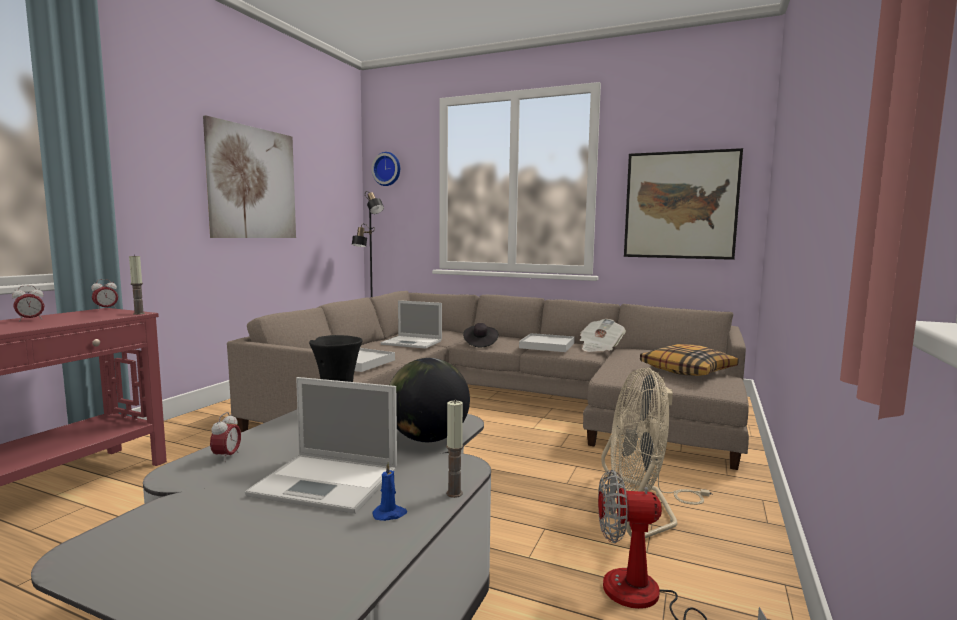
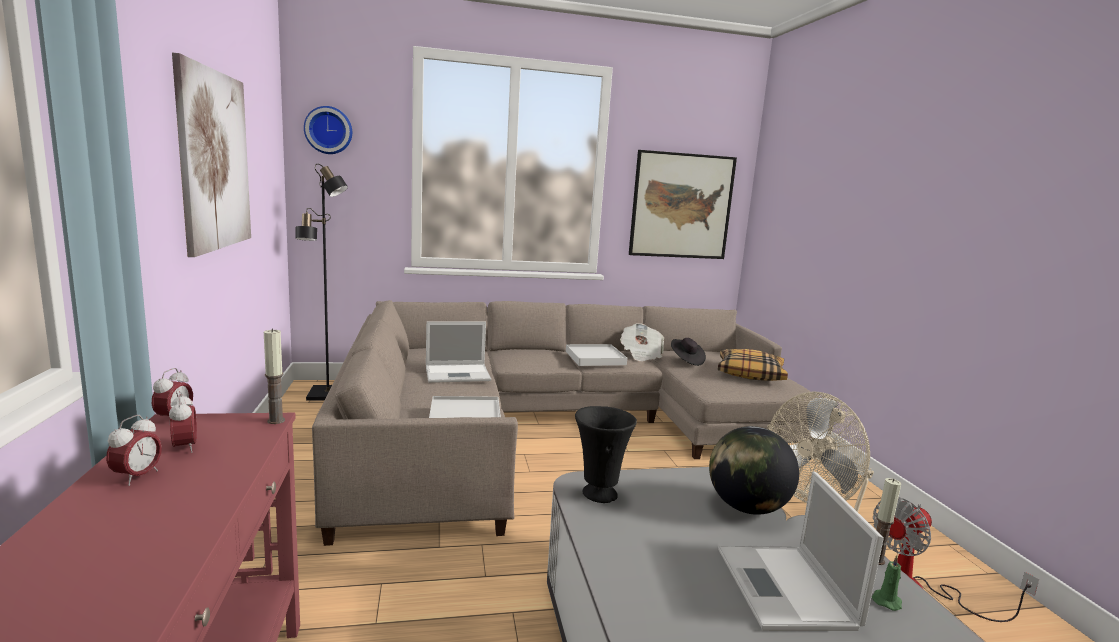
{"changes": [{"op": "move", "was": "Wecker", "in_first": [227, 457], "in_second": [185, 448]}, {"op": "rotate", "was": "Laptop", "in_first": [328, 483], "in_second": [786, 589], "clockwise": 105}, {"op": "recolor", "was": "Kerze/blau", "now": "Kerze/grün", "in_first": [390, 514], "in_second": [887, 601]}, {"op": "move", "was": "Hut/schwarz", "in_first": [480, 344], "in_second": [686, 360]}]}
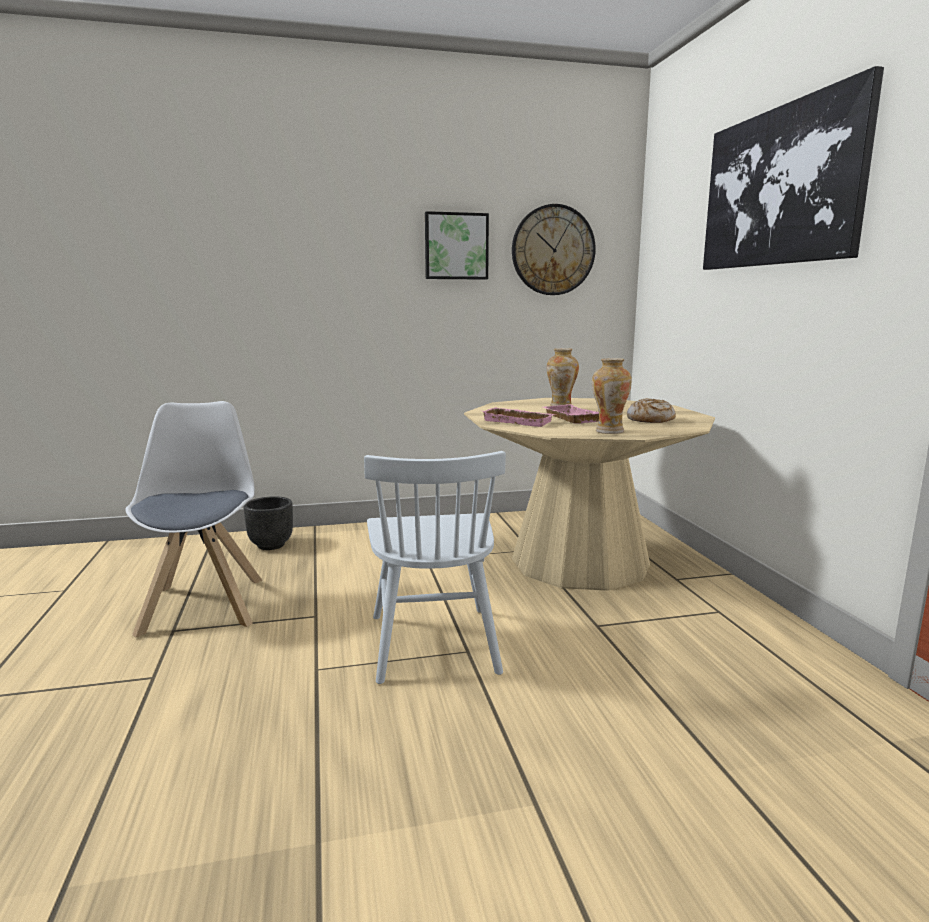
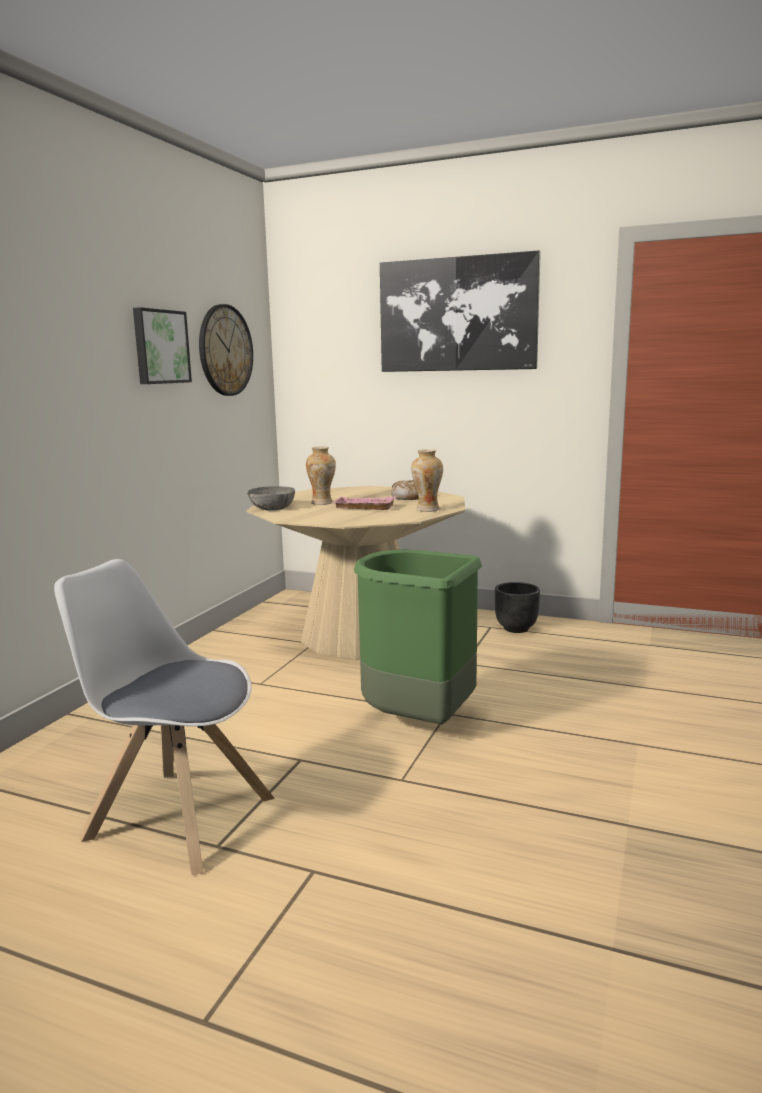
{"changes": [{"op": "move", "was": "Pflanzkübel/schwarz", "in_first": [270, 545], "in_second": [516, 629]}, {"op": "replace", "was": "Stuhl/weiß", "now": "Mülleimer/grün", "in_first": [433, 643], "in_second": [418, 722]}, {"op": "delete", "was": "Tablett/rosa", "in_first": [519, 421]}, {"op": "insert", "now": "Schüssel/grau", "in_second": [272, 508]}]}
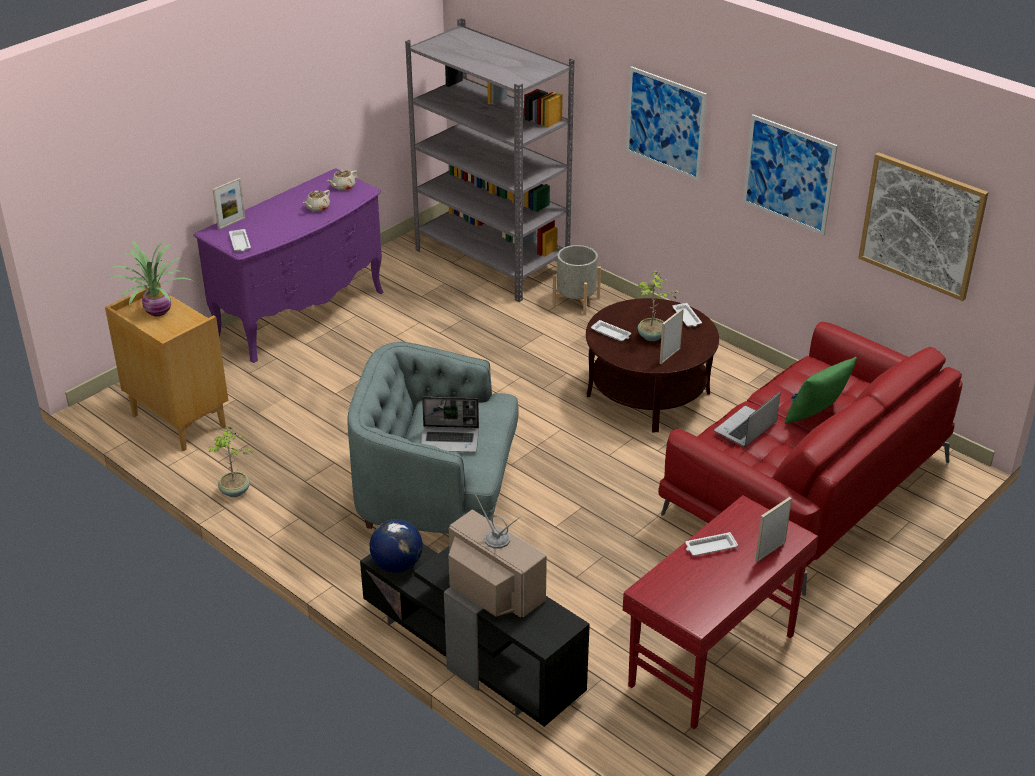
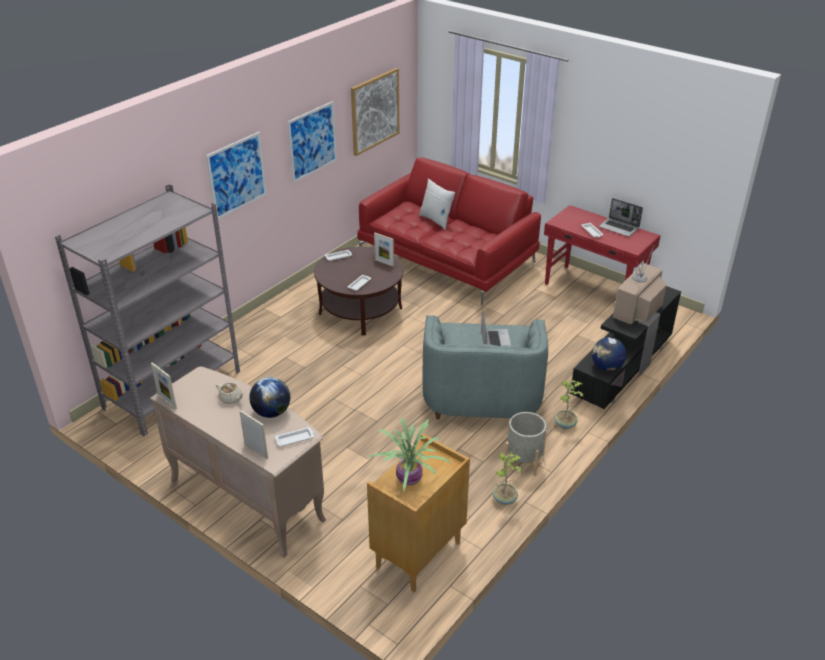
{"changes": [{"op": "recolor", "was": "Kommode/lila", "now": "Kommode/beige", "in_first": [303, 316], "in_second": [249, 497]}, {"op": "delete", "was": "Teekanne/beige", "in_first": [343, 187]}, {"op": "move", "was": "Pflanzkübel/grau", "in_first": [576, 302], "in_second": [523, 460]}, {"op": "move", "was": "Topfpflanze", "in_first": [652, 337], "in_second": [565, 424]}, {"op": "move", "was": "Laptop", "in_first": [745, 428], "in_second": [619, 228]}, {"op": "move", "was": "Bilderrahmen", "in_first": [770, 551], "in_second": [167, 402]}, {"op": "recolor", "was": "Kissen/grün", "now": "Kissen/grau", "in_first": [816, 416], "in_second": [436, 220]}, {"op": "insert", "now": "Globus", "in_second": [271, 412]}]}
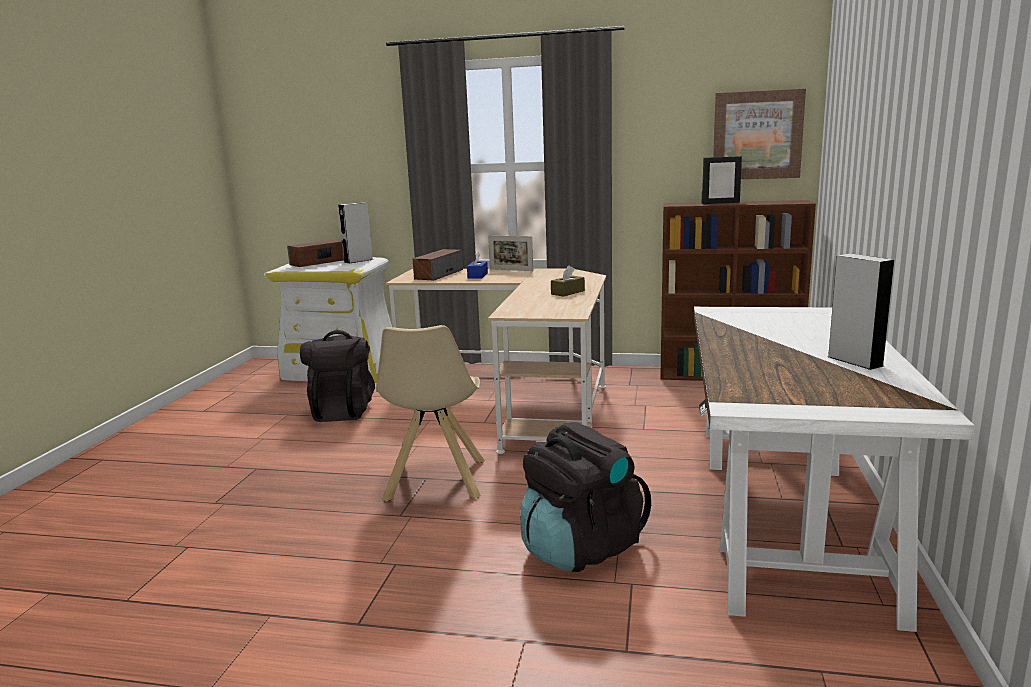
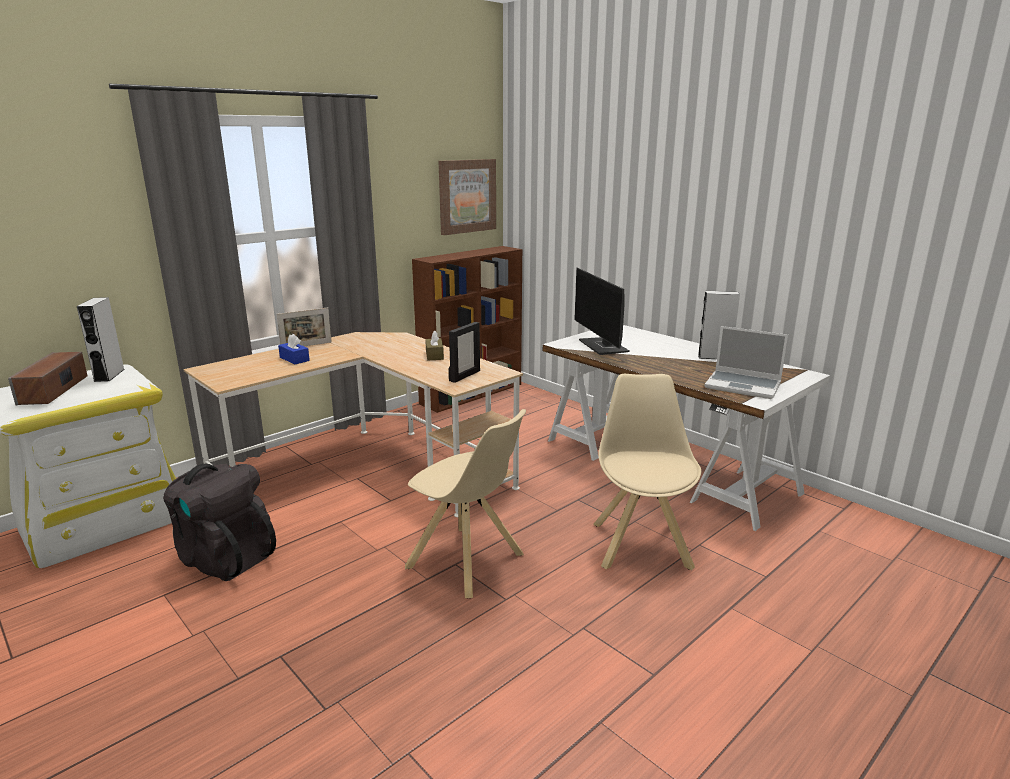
{"changes": [{"op": "delete", "was": "Lautsprecher", "in_first": [438, 274]}, {"op": "replace", "was": "Rucksack/schwarz", "now": "Stuhl/beige", "in_first": [581, 547], "in_second": [641, 543]}, {"op": "move", "was": "Bilderrahmen", "in_first": [720, 203], "in_second": [464, 376]}, {"op": "insert", "now": "Monitor", "in_second": [604, 347]}, {"op": "insert", "now": "Laptop", "in_second": [744, 386]}]}
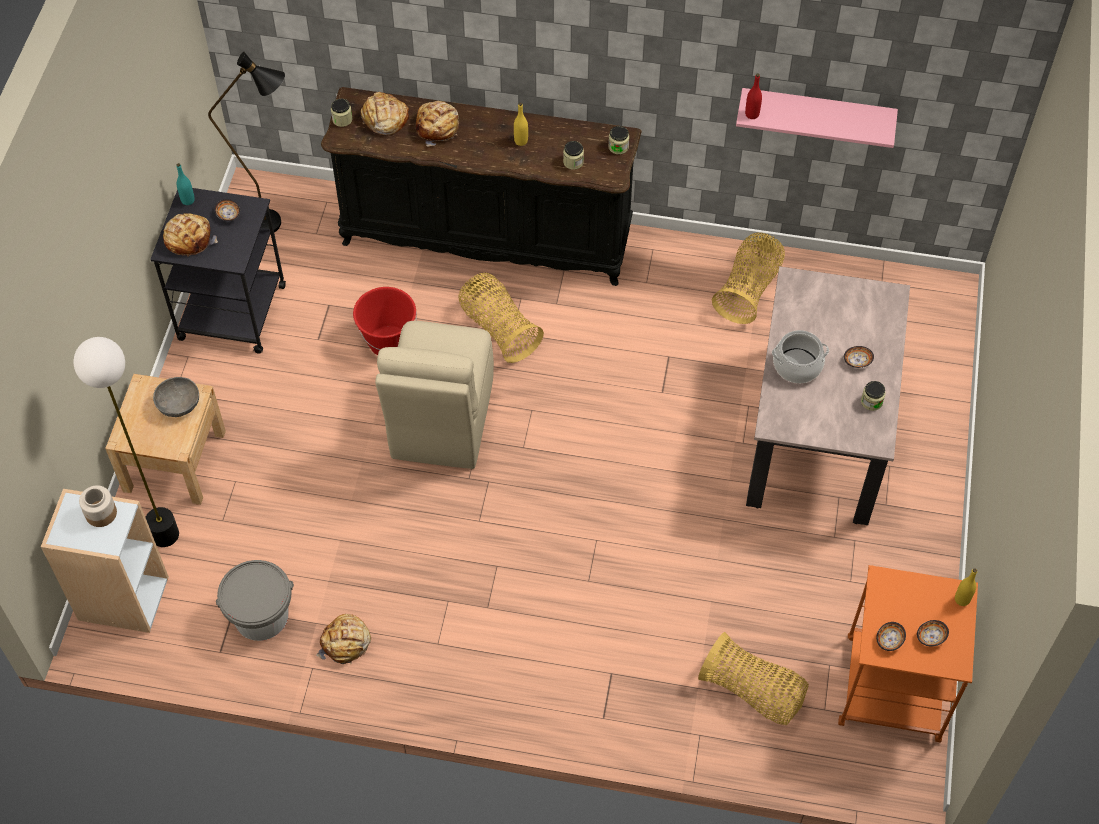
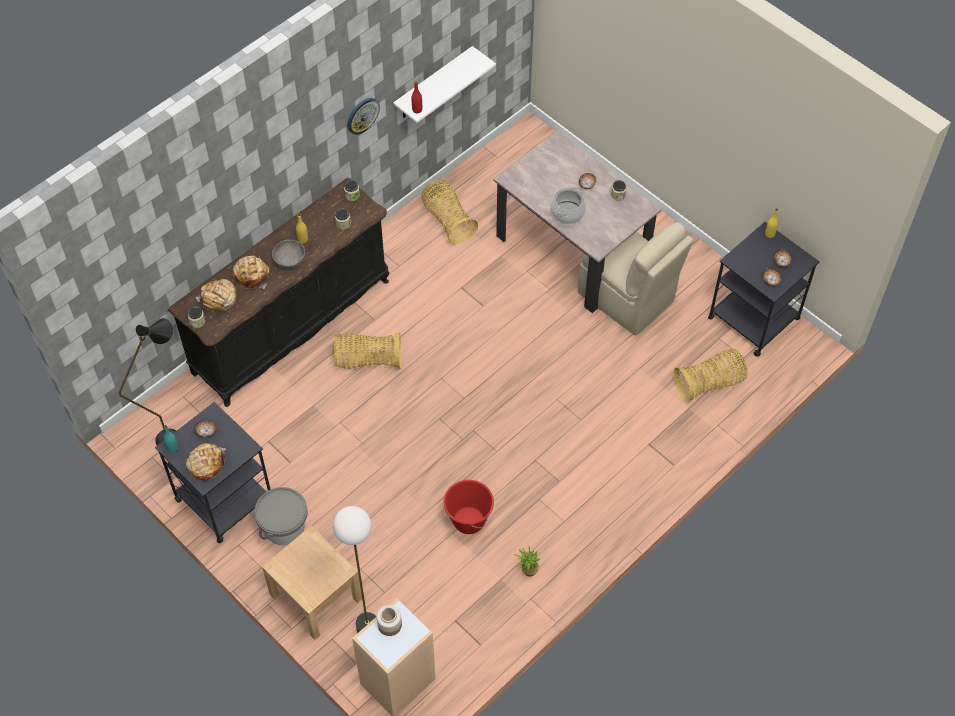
{"changes": [{"op": "move", "was": "Schüssel/grau", "in_first": [179, 405], "in_second": [290, 260]}, {"op": "move", "was": "Eimer/grau", "in_first": [261, 616], "in_second": [284, 528]}, {"op": "replace", "was": "Brot", "now": "Topfpflanze", "in_first": [346, 643], "in_second": [527, 570]}, {"op": "move", "was": "Eimer/rot", "in_first": [388, 342], "in_second": [468, 520]}, {"op": "move", "was": "Stuhl/beige", "in_first": [441, 421], "in_second": [627, 298]}, {"op": "recolor", "was": "Wandregal/rosa", "now": "Wandregal/weiß", "in_first": [816, 113], "in_second": [433, 84]}, {"op": "recolor", "was": "Rollwagen/orange", "now": "Rollwagen/schwarz", "in_first": [892, 690], "in_second": [754, 319]}, {"op": "insert", "now": "Wanduhr", "in_second": [362, 115]}]}
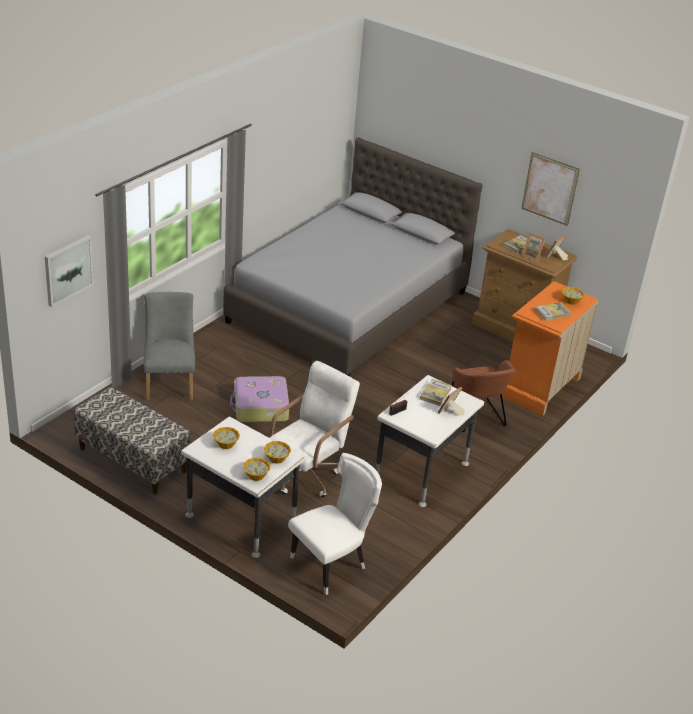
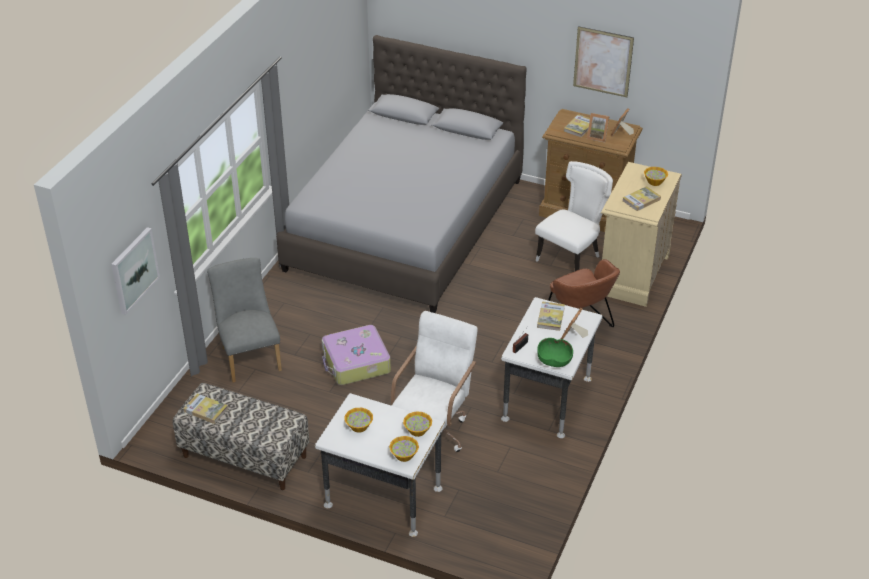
{"changes": [{"op": "move", "was": "Stuhl/weiß", "in_first": [332, 564], "in_second": [571, 259]}, {"op": "recolor", "was": "Kommode/orange", "now": "Kommode/beige", "in_first": [539, 386], "in_second": [632, 274]}, {"op": "insert", "now": "Buch", "in_second": [206, 410]}, {"op": "insert", "now": "Schüssel/grün", "in_second": [554, 361]}]}
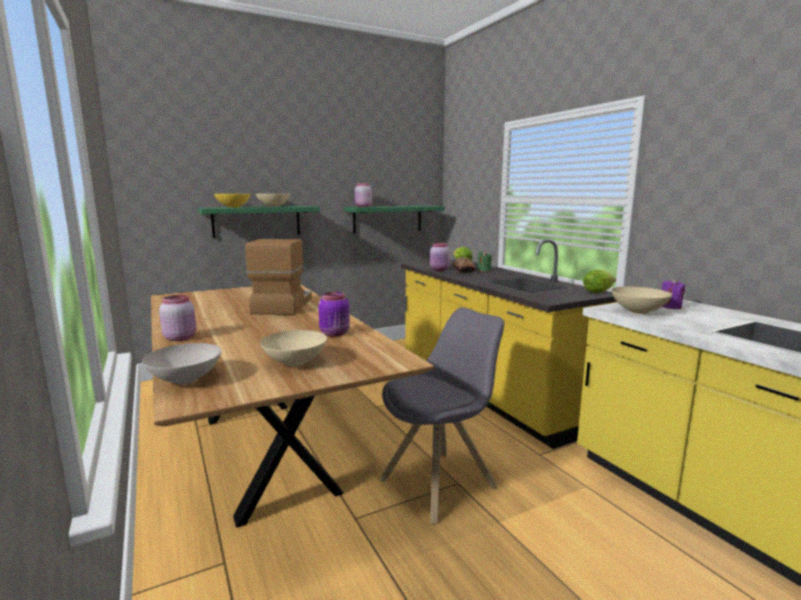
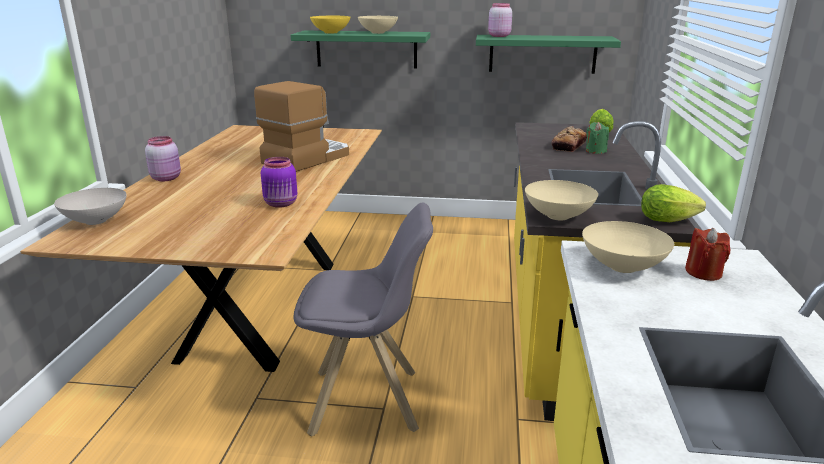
{"changes": [{"op": "move", "was": "Schüssel/beige", "in_first": [295, 363], "in_second": [558, 216]}, {"op": "delete", "was": "Vorratsglas/rosa", "in_first": [439, 269]}, {"op": "recolor", "was": "Kerze/lila", "now": "Kerze/rot", "in_first": [670, 307], "in_second": [703, 273]}]}
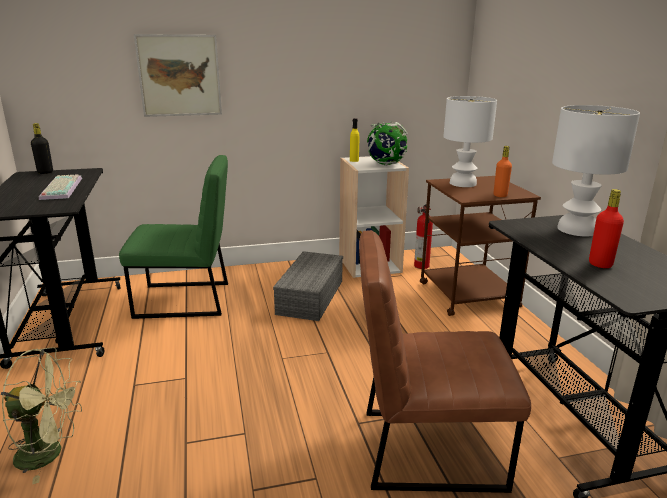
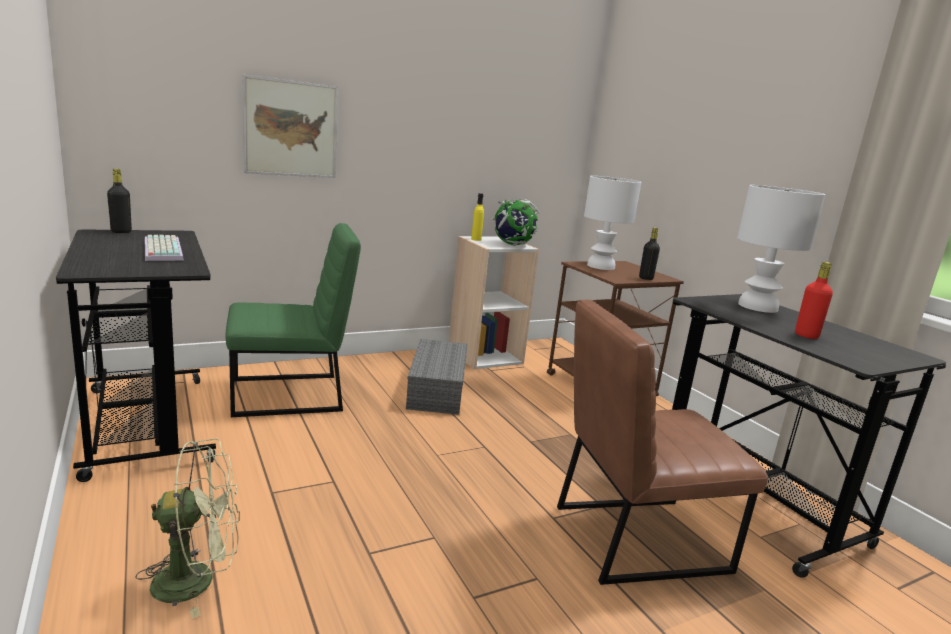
{"changes": [{"op": "delete", "was": "Feuerlöscher", "in_first": [421, 266]}, {"op": "recolor", "was": "Flasche/orange", "now": "Flasche/schwarz", "in_first": [500, 195], "in_second": [646, 278]}]}
